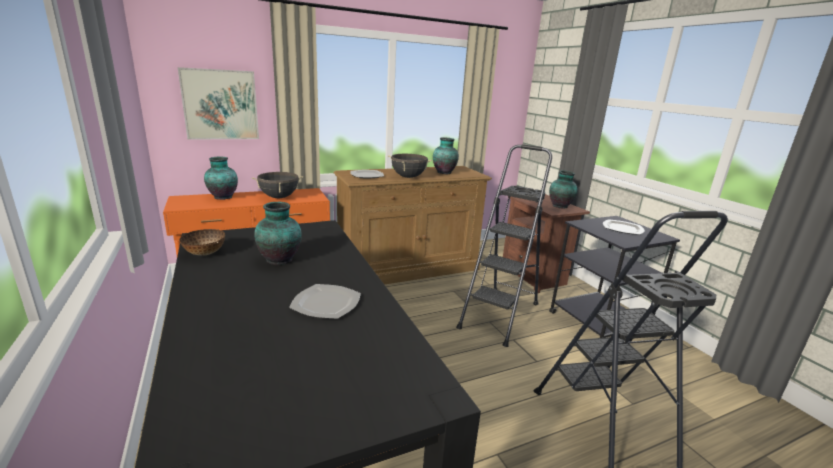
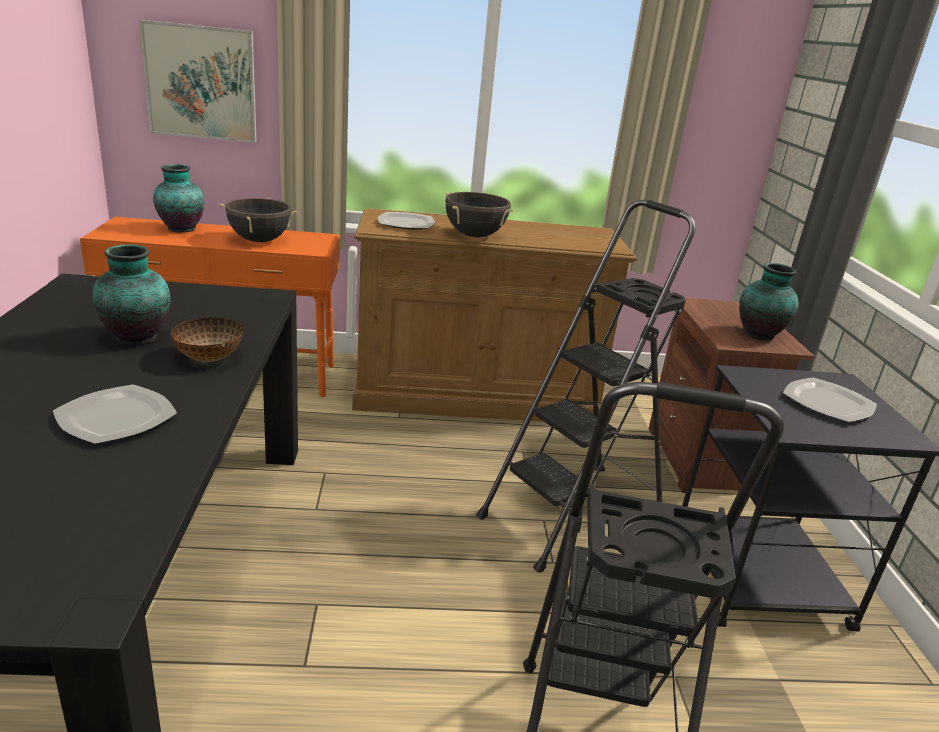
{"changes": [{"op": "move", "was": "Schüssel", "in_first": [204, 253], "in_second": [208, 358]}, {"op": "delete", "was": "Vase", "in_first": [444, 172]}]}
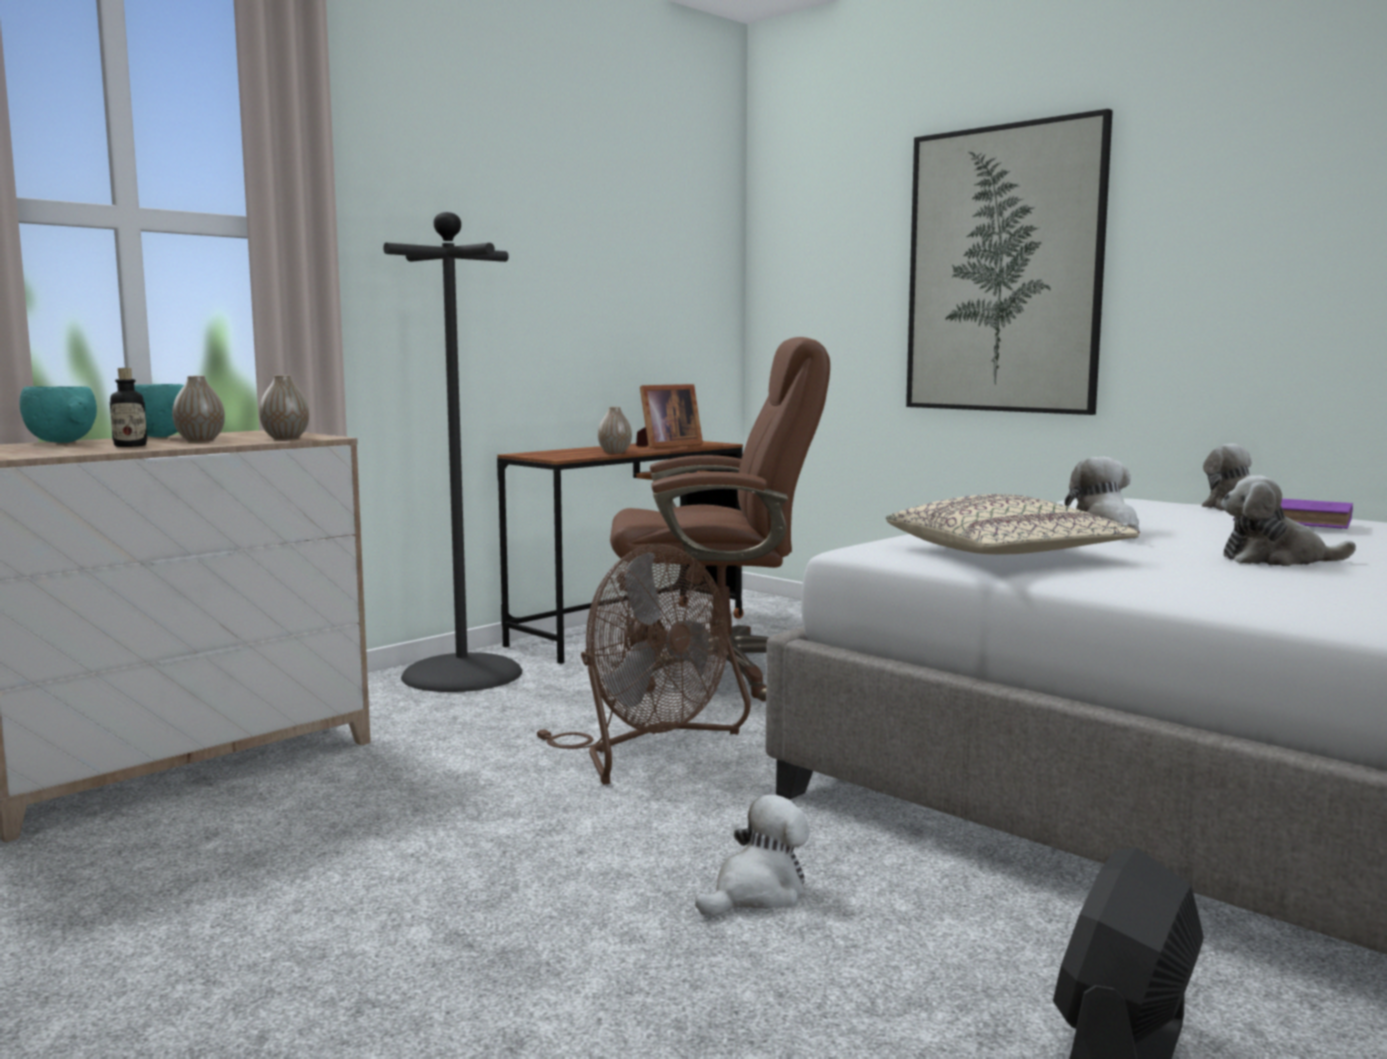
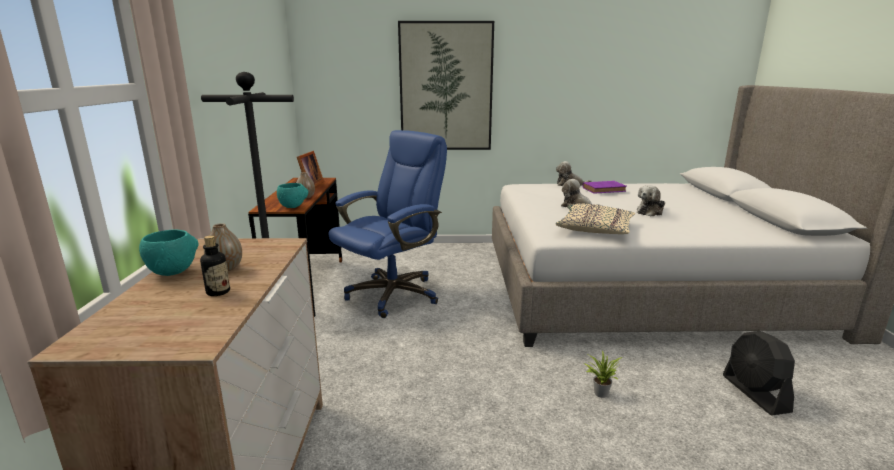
{"changes": [{"op": "move", "was": "Schüssel/türkis", "in_first": [62, 443], "in_second": [293, 207]}, {"op": "delete", "was": "Vase", "in_first": [285, 438]}, {"op": "delete", "was": "Ventilator/braun", "in_first": [641, 749]}, {"op": "recolor", "was": "Bürostuhl/braun", "now": "Bürostuhl/blau", "in_first": [717, 673], "in_second": [391, 296]}, {"op": "replace", "was": "Plüschtier", "now": "Topfpflanze", "in_first": [757, 893], "in_second": [599, 392]}]}
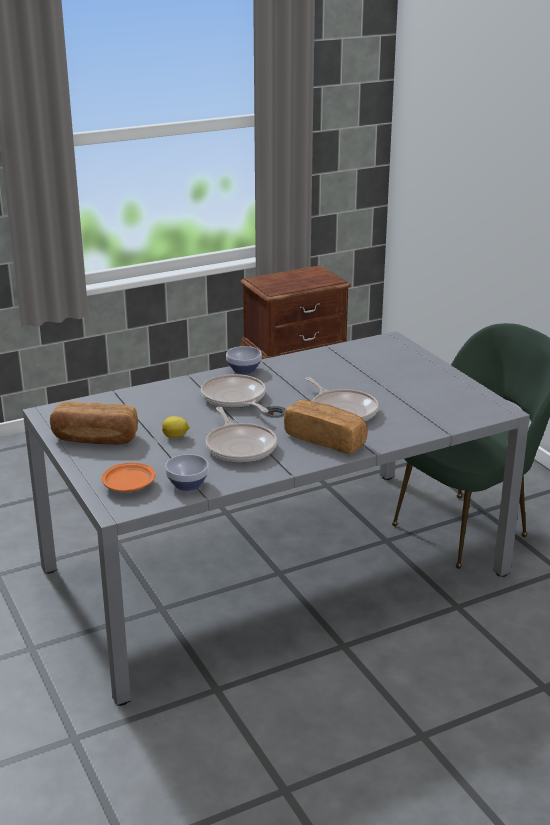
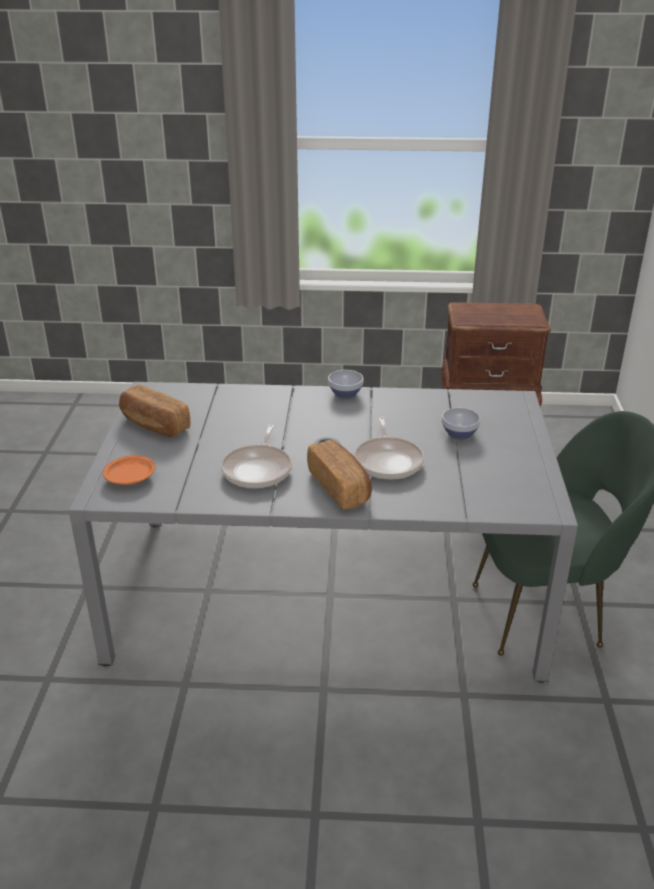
{"changes": [{"op": "delete", "was": "Zitrone", "in_first": [176, 437]}, {"op": "move", "was": "Schüssel", "in_first": [189, 484], "in_second": [460, 434]}, {"op": "delete", "was": "Pfanne", "in_first": [235, 398]}]}
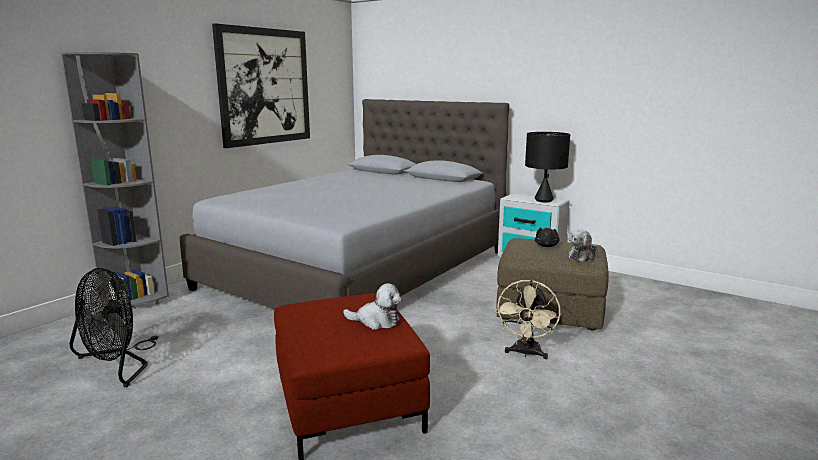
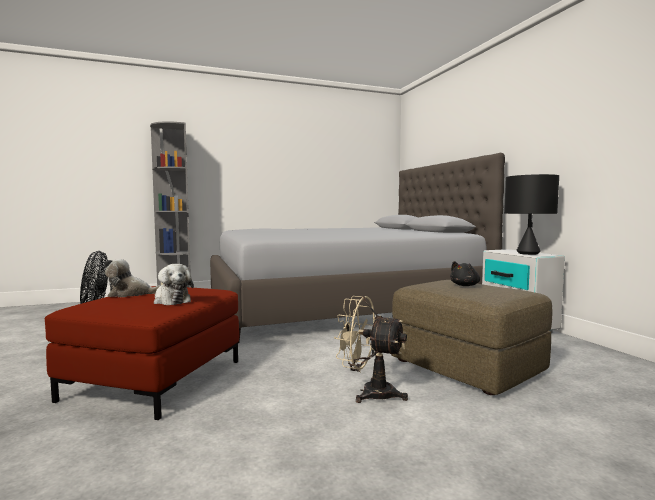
{"changes": [{"op": "delete", "was": "Bild", "in_first": [264, 86]}, {"op": "rotate", "was": "Ventilator/beige", "in_first": [526, 353], "in_second": [369, 392], "clockwise": 60}, {"op": "move", "was": "Plüschtier", "in_first": [582, 256], "in_second": [130, 294]}]}
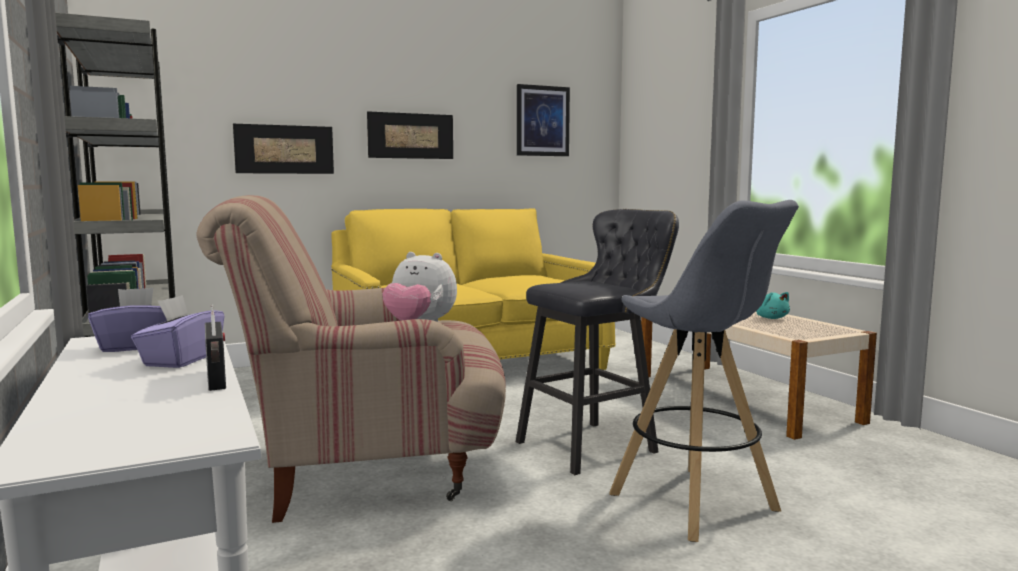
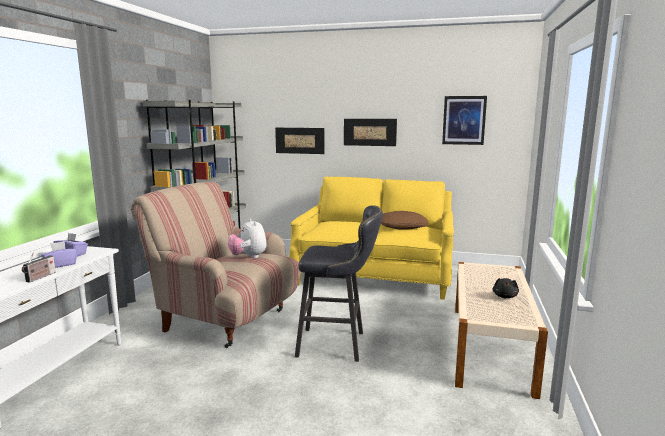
{"changes": [{"op": "delete", "was": "Hocker/grau", "in_first": [695, 504]}, {"op": "recolor", "was": "Plüschtier/türkis", "now": "Plüschtier/schwarz", "in_first": [771, 318], "in_second": [505, 296]}, {"op": "insert", "now": "Kissen/braun", "in_second": [402, 227]}]}
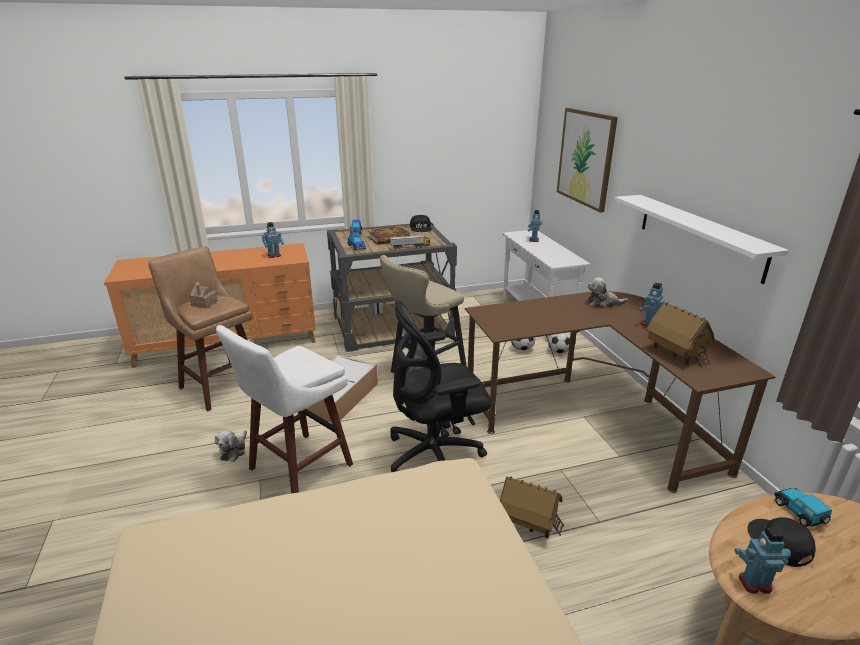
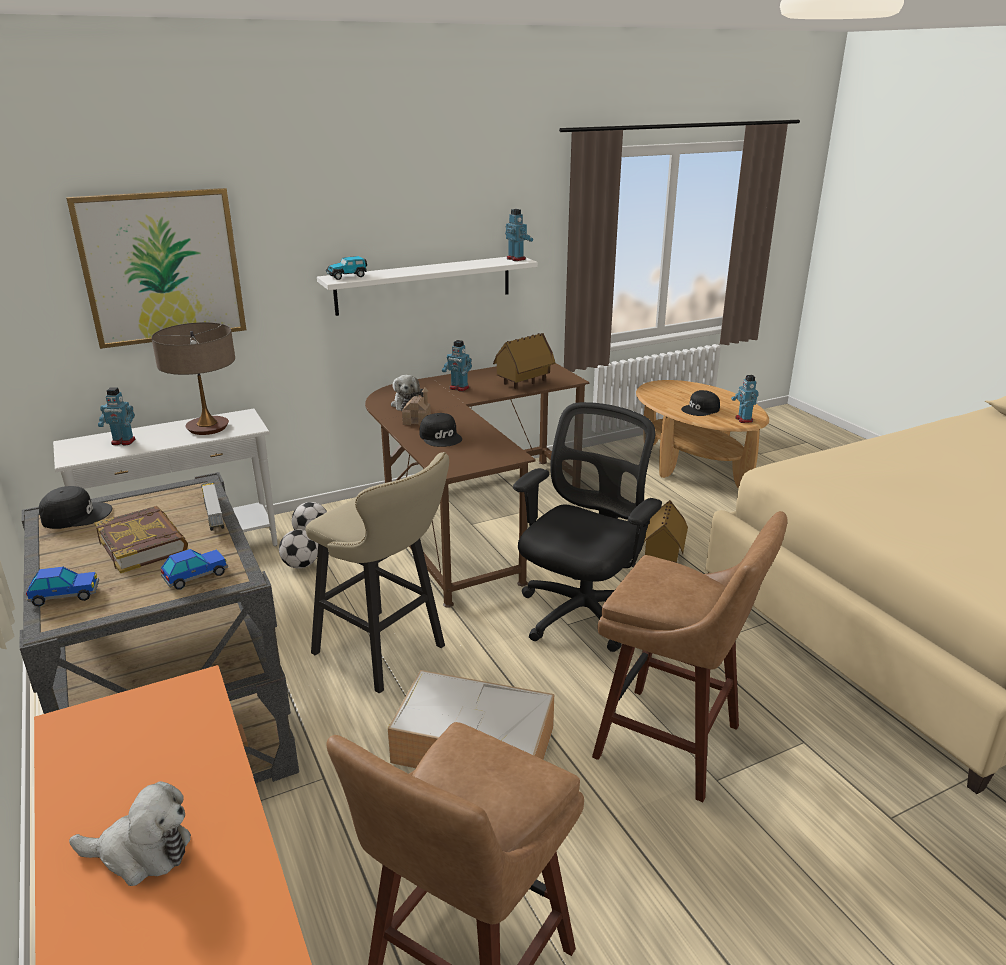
{"changes": [{"op": "move", "was": "Spielzeughaus", "in_first": [204, 303], "in_second": [417, 421]}, {"op": "move", "was": "Plüschtier", "in_first": [233, 450], "in_second": [141, 852]}, {"op": "recolor", "was": "Hocker/weiß", "now": "Hocker/braun", "in_first": [297, 468], "in_second": [673, 744]}, {"op": "move", "was": "Spielzeugroboter", "in_first": [274, 256], "in_second": [516, 259]}, {"op": "rotate", "was": "Bürostuhl/schwarz", "in_first": [439, 452], "in_second": [580, 619], "clockwise": -120}, {"op": "move", "was": "Spielzeugauto", "in_first": [800, 513], "in_second": [347, 276]}, {"op": "insert", "now": "Tischlampe", "in_second": [208, 428]}, {"op": "insert", "now": "Kappe/schwarz", "in_second": [441, 437]}]}
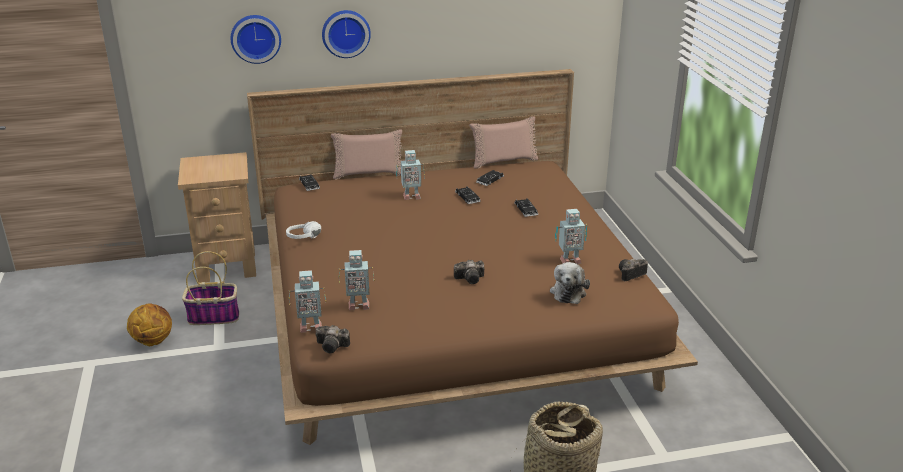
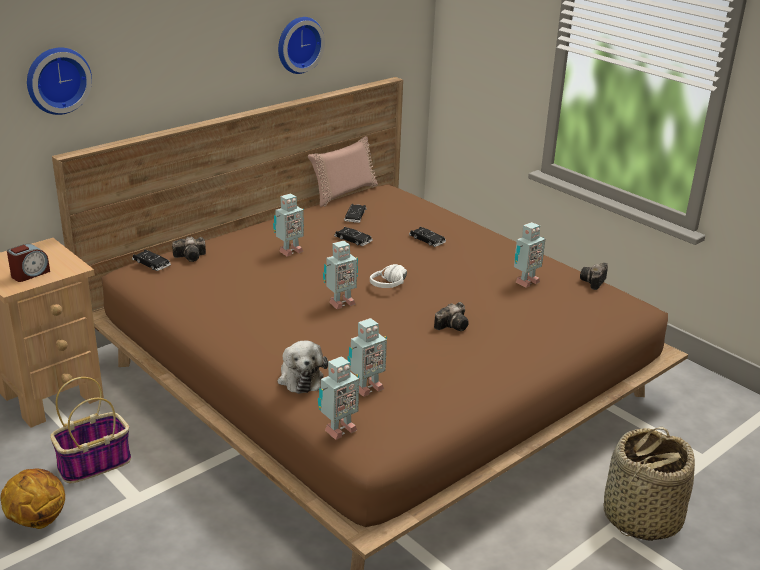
{"changes": [{"op": "move", "was": "Kopfhörer/weiß", "in_first": [305, 239], "in_second": [394, 287]}, {"op": "move", "was": "Kamera", "in_first": [333, 346], "in_second": [191, 256]}, {"op": "move", "was": "Wanduhr", "in_first": [345, 33], "in_second": [298, 44]}, {"op": "delete", "was": "Kissen/beige", "in_first": [368, 174]}, {"op": "move", "was": "Plüschtier", "in_first": [568, 292], "in_second": [300, 377]}, {"op": "insert", "now": "Wecker", "in_second": [30, 274]}, {"op": "insert", "now": "Spielzeugroboter", "in_second": [340, 303]}]}
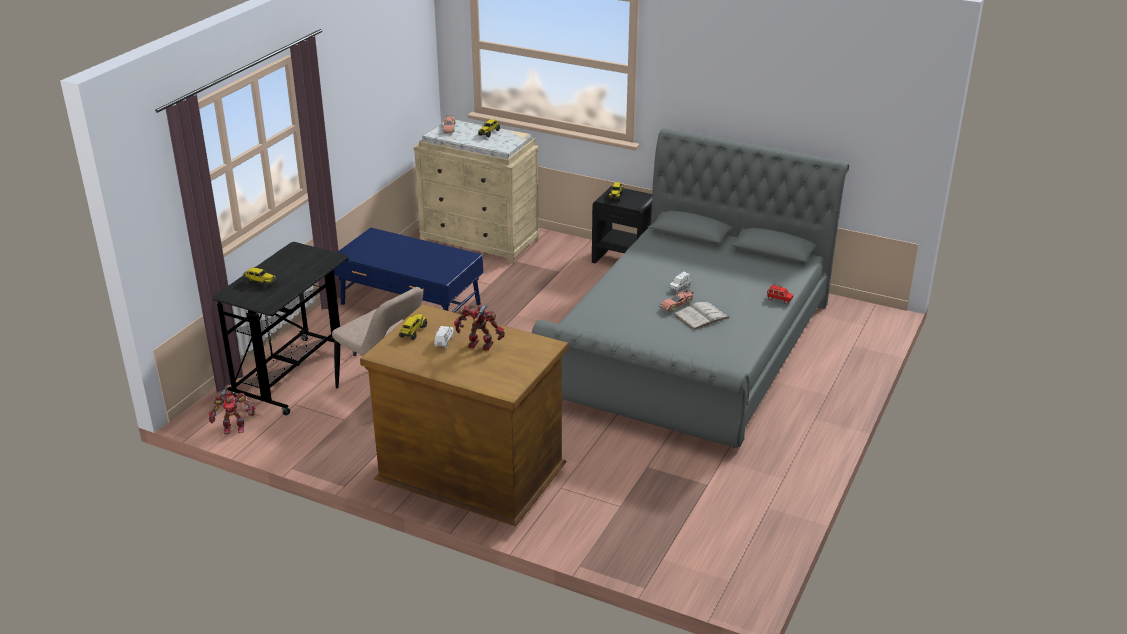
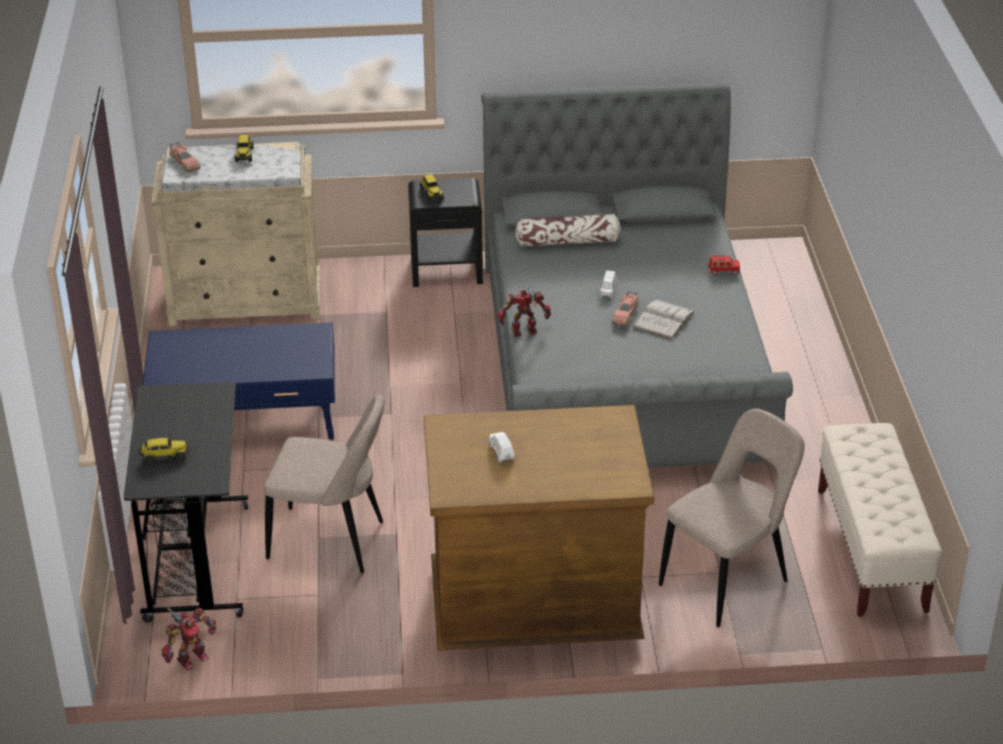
{"changes": [{"op": "delete", "was": "Spielzeuglaster", "in_first": [413, 332]}, {"op": "move", "was": "Spielzeugroboter", "in_first": [480, 346], "in_second": [524, 332]}, {"op": "insert", "now": "Kissen", "in_second": [568, 241]}, {"op": "insert", "now": "Stuhl/beige", "in_second": [728, 580]}, {"op": "insert", "now": "Bank/beige", "in_second": [871, 550]}]}
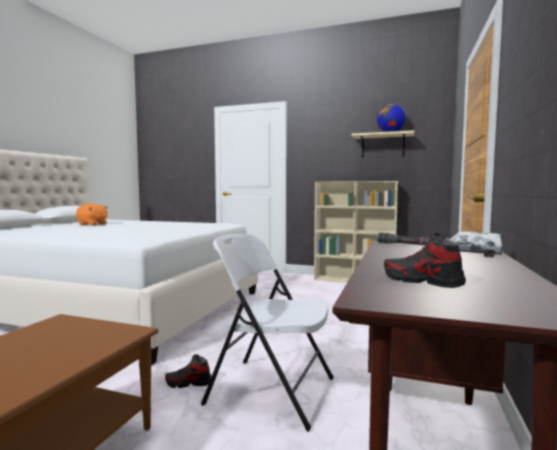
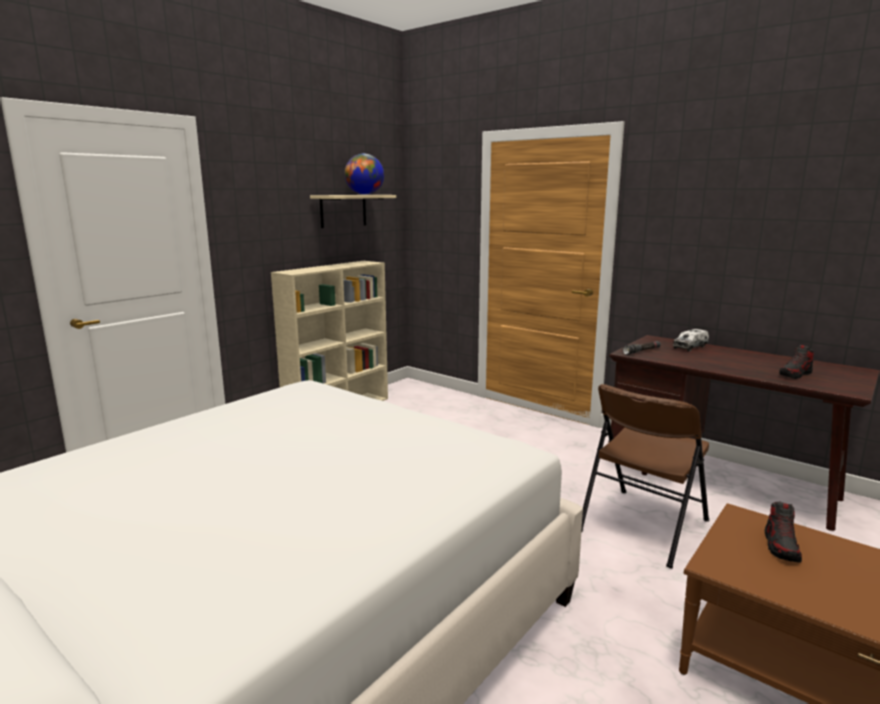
{"changes": [{"op": "delete", "was": "Plüschtier/orange", "in_first": [92, 224]}, {"op": "move", "was": "Schuh", "in_first": [188, 383], "in_second": [781, 546]}, {"op": "recolor", "was": "Stuhl/weiß", "now": "Stuhl/braun", "in_first": [271, 390], "in_second": [643, 525]}]}
